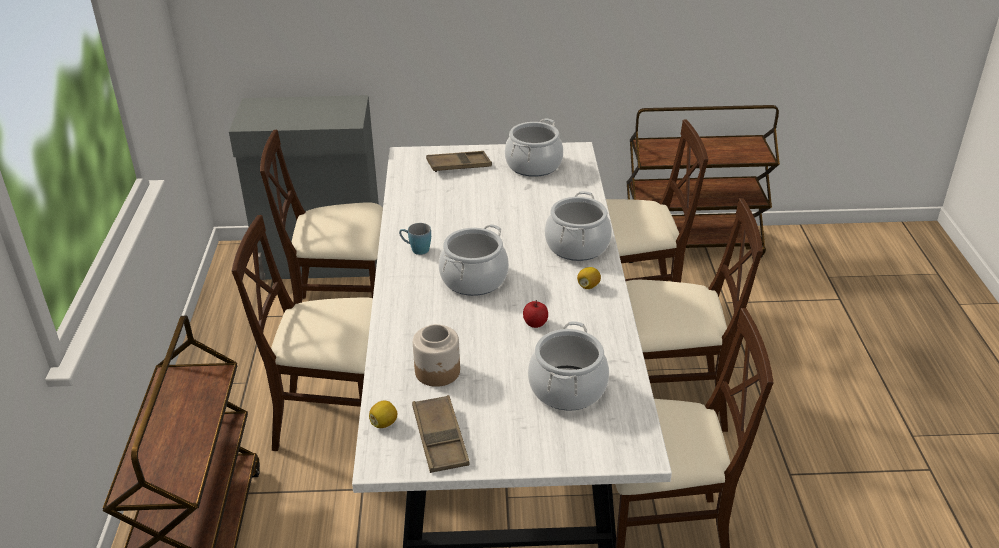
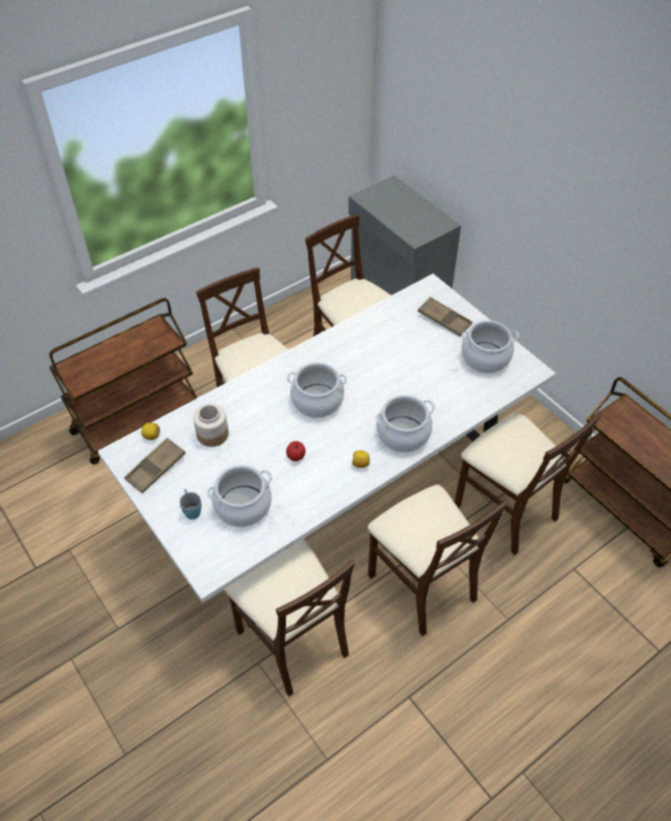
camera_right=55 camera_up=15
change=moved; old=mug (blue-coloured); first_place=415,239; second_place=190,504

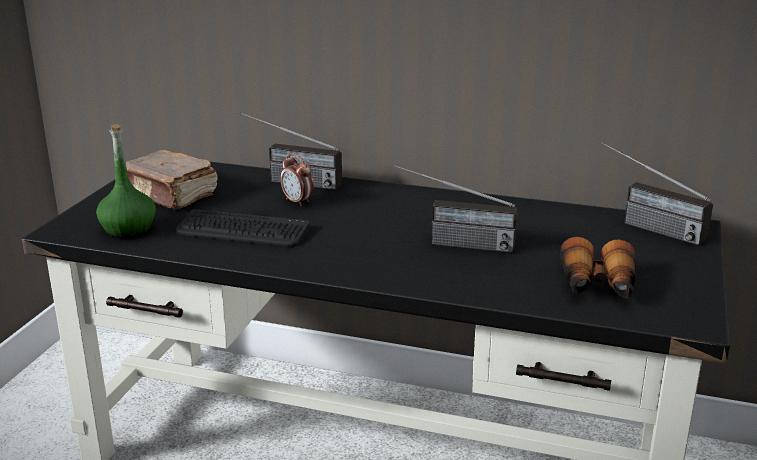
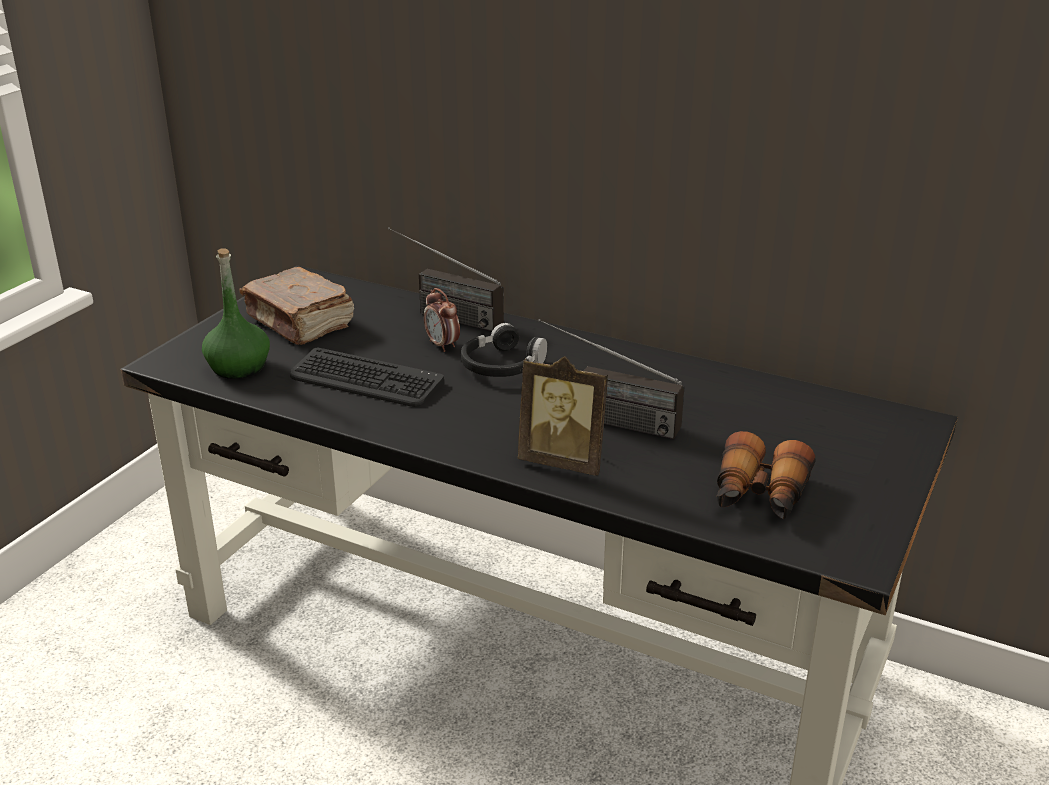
camera_right=10 camera_up=5
change=added; new=pair of headphones (black-coloured); second_place=504,350
change=added; new=standing frame; second_place=563,416
change=removed; old=radio receiver; first_place=657,194

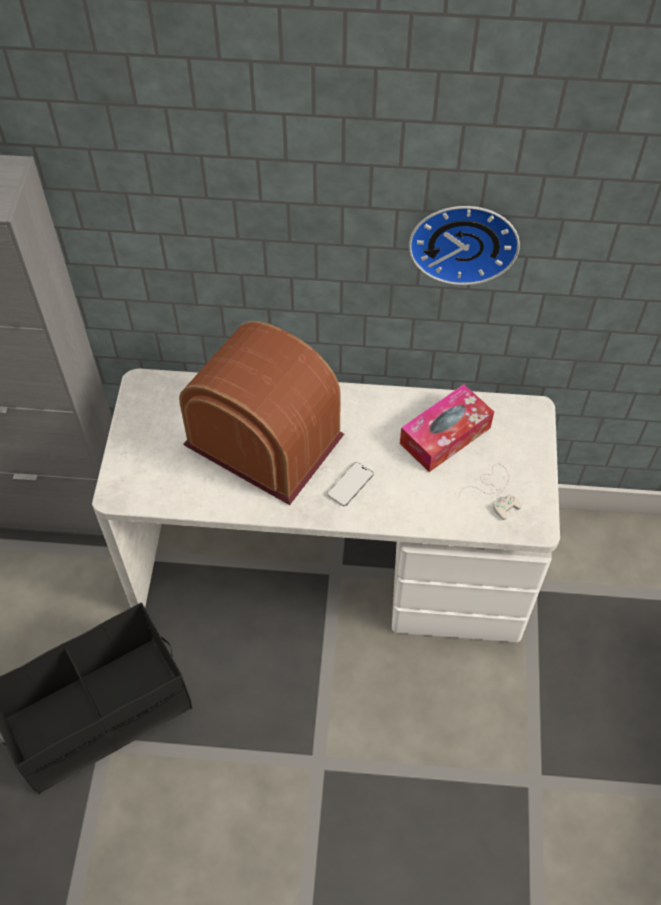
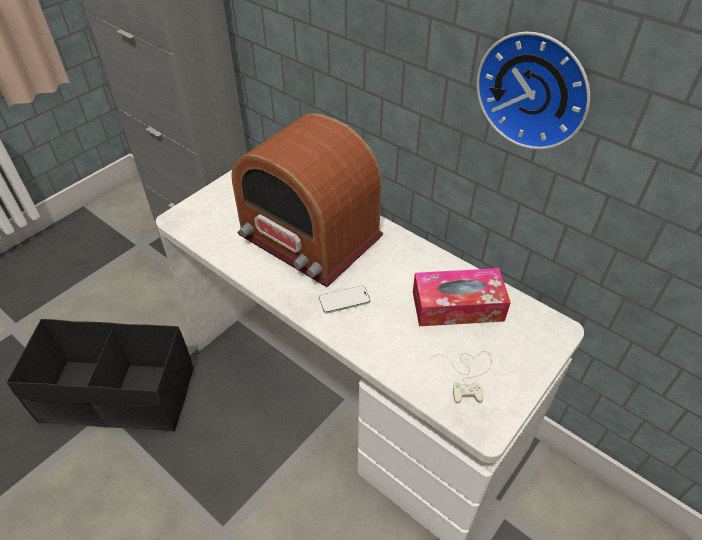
camera_right=35 camera_up=-10
change=turned; old=radio receiver; first_place=261,413; second_place=307,200; degrees=150

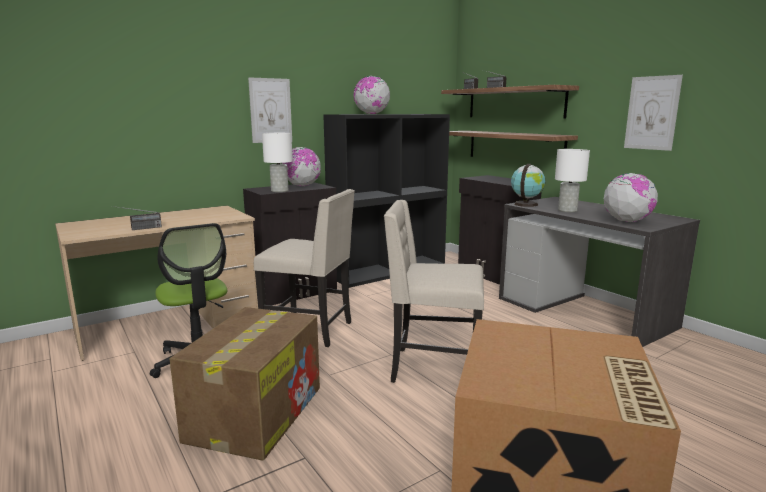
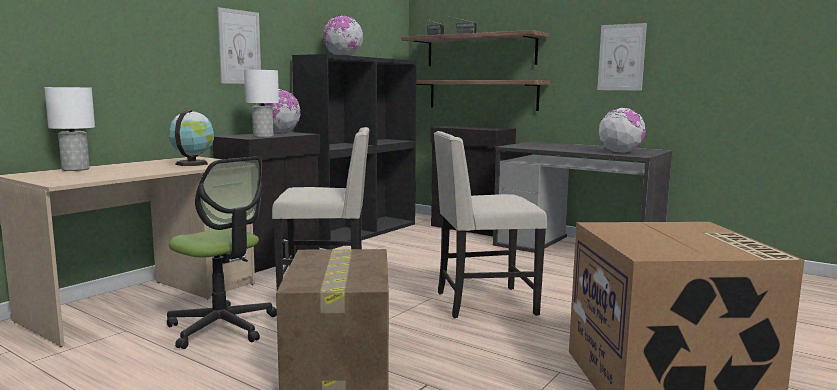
camera_right=-20 camera_up=-5
change=moved; old=lamp for a table (white); first_place=572,180; second_place=69,129
change=moved; old=world globe; first_place=528,185; second_place=191,138
change=removed; old=radio receiver; first_place=136,218

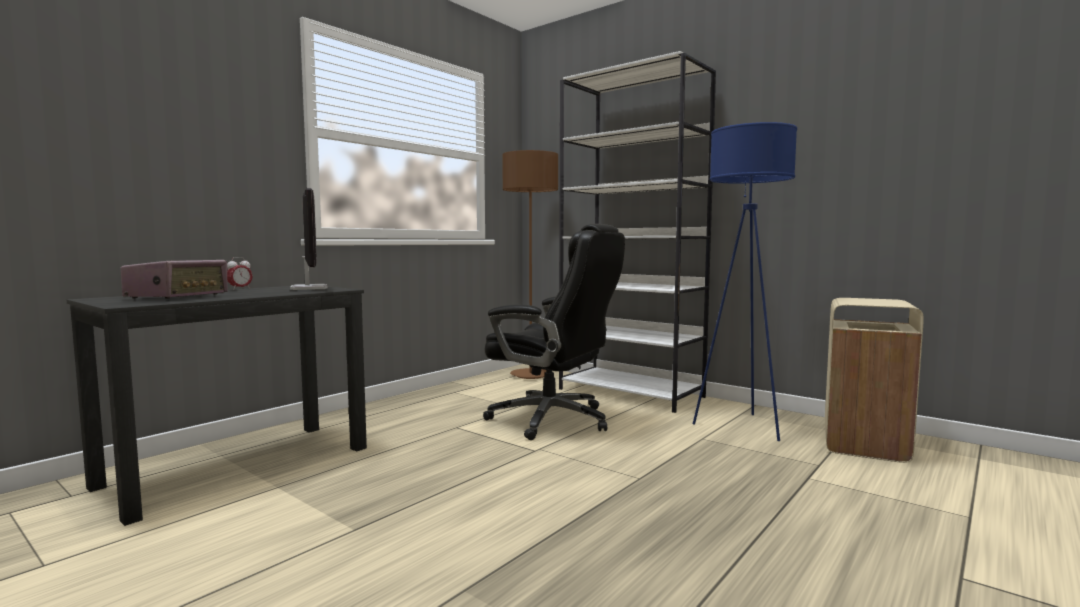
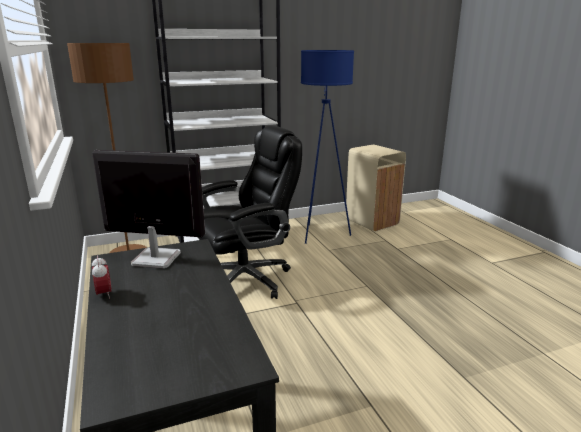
camera_right=-60 camera_up=15
change=removed; old=radio receiver; first_place=174,279

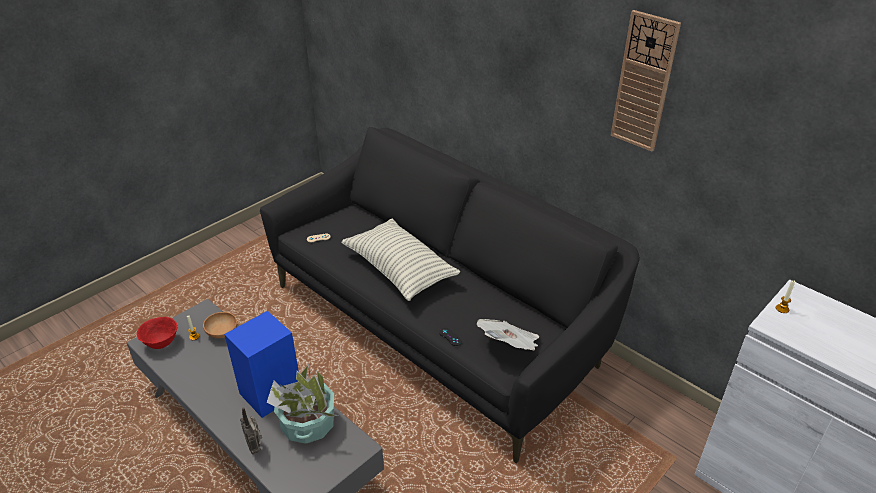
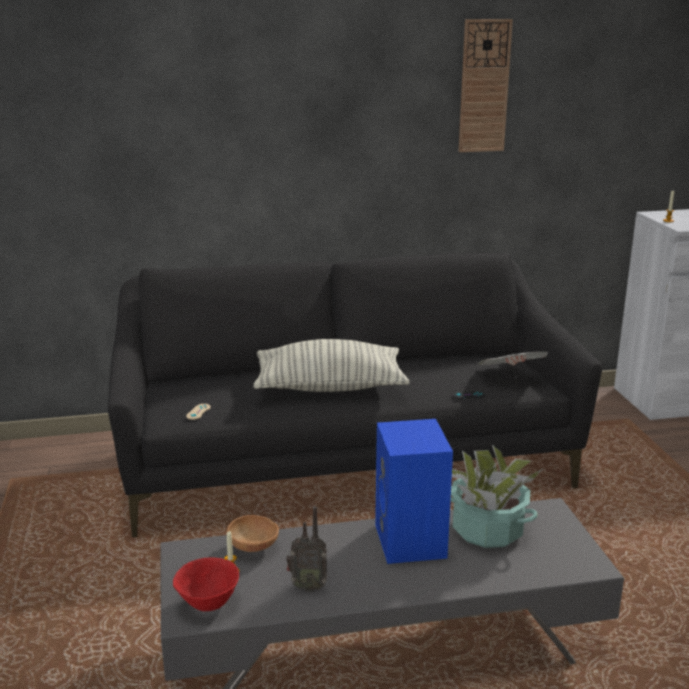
camera_right=-55 camera_up=-15
change=moved; old=radio receiver; first_place=251,431; second_place=306,549

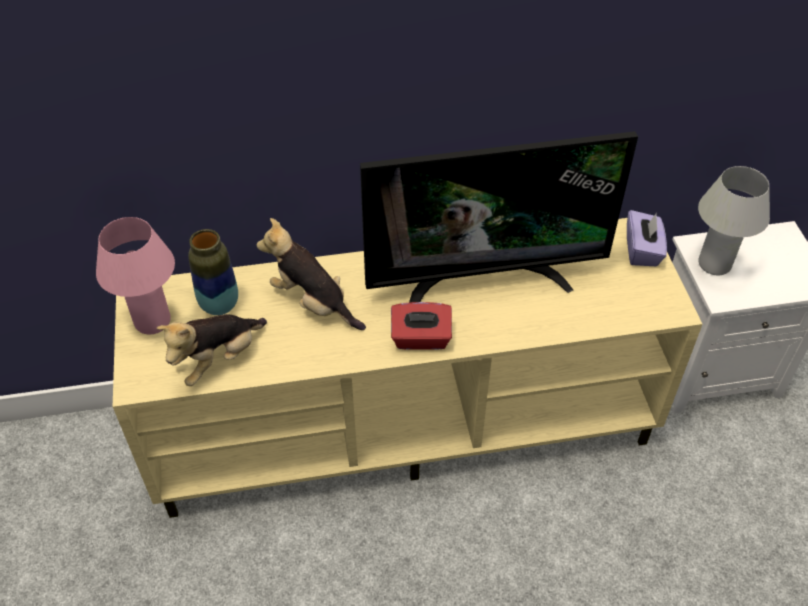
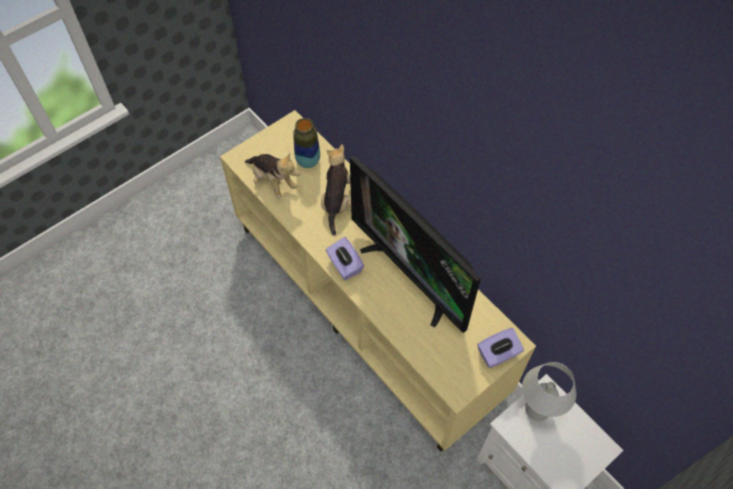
camera_right=60 camera_up=10
change=turned; old=cuddly toy; first_place=211,350; second_place=272,175; degrees=-150
change=recoloured; old=tissue box (red-coloured); new=tissue box (purple); first_place=421,326; second_place=345,258
change=removed; old=lamp for a table (pink); first_place=135,275

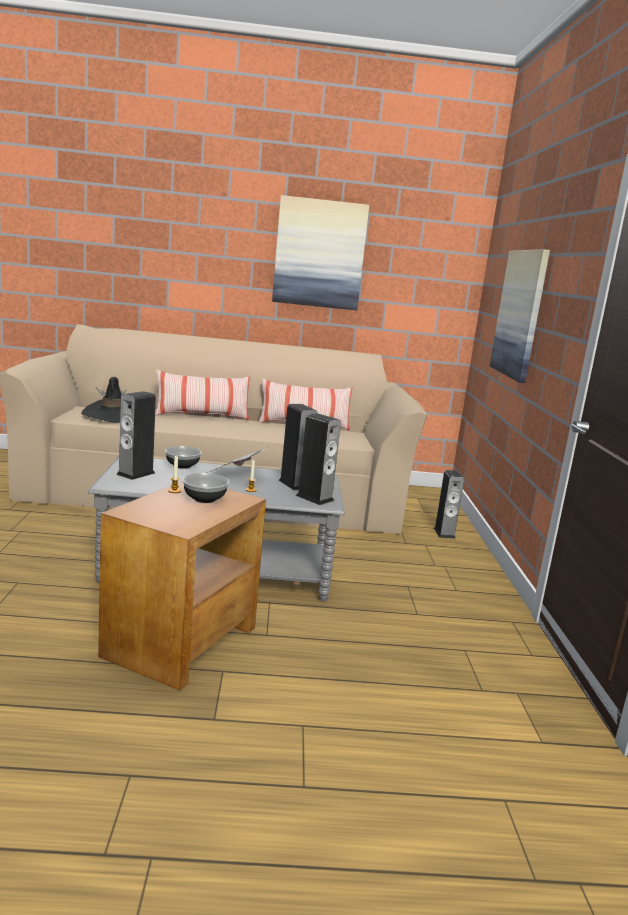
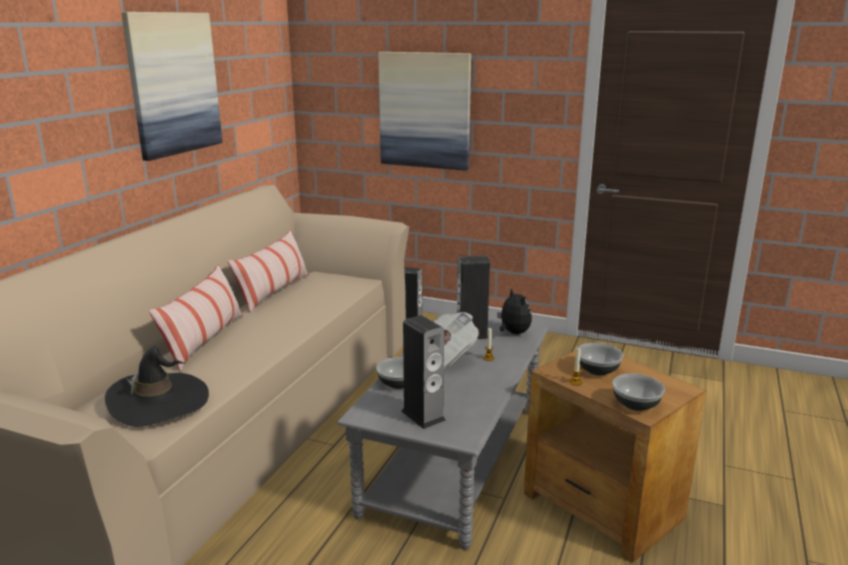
camera_right=-65 camera_up=5
change=replaced; old=loudspeaker; new=cuddly toy; first_place=318,459; second_place=514,311
change=added; new=serving bowl; second_place=638,392

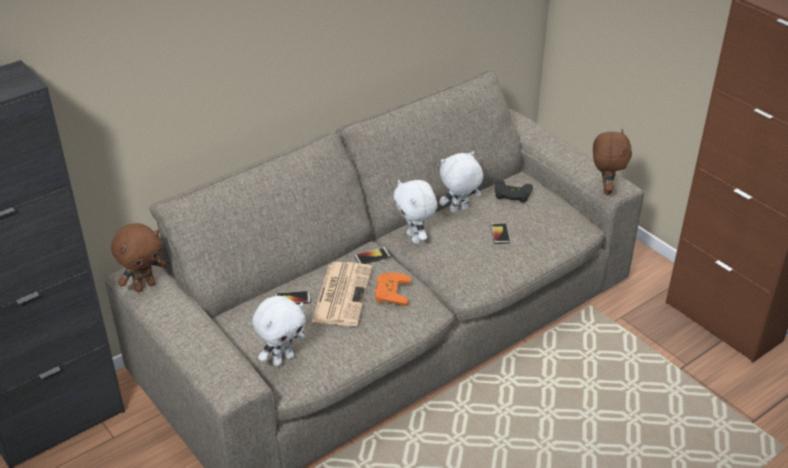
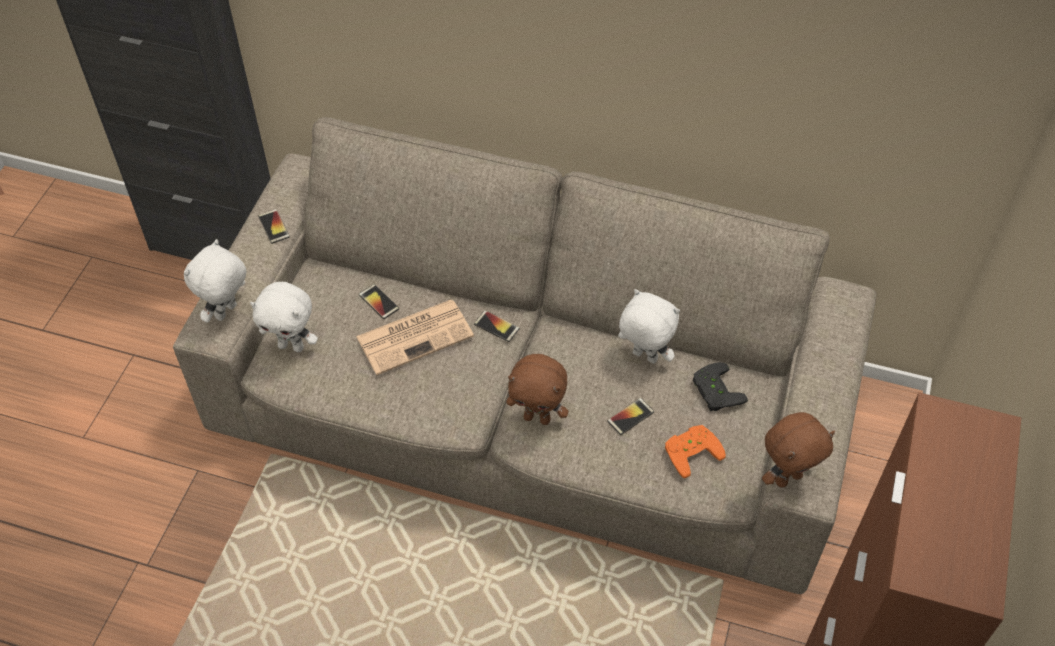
camera_right=55 camera_up=15
change=moved; old=cuddly toy (white); first_place=415,212; second_place=215,281
change=added; new=telephone; second_place=274,226
change=moved; old=cuddly toy (brownish); first_place=138,257; second_place=537,389
change=moved; old=joypad (orange); first_place=393,289; second_place=695,451

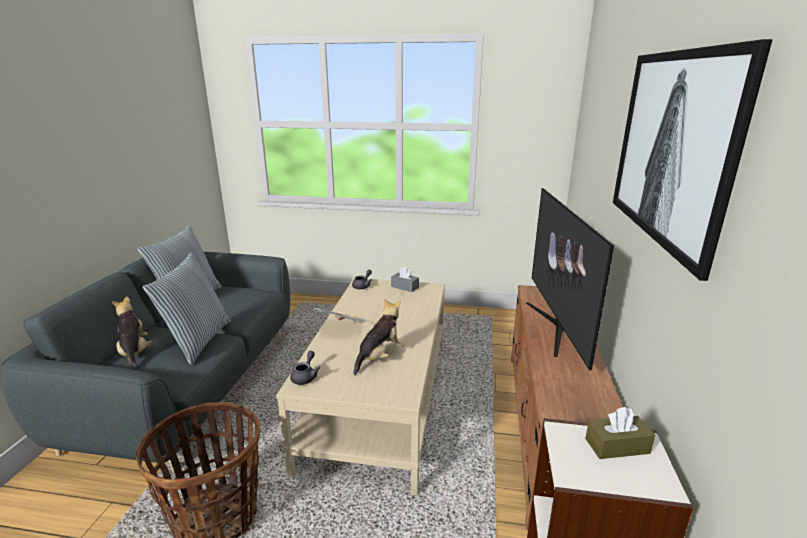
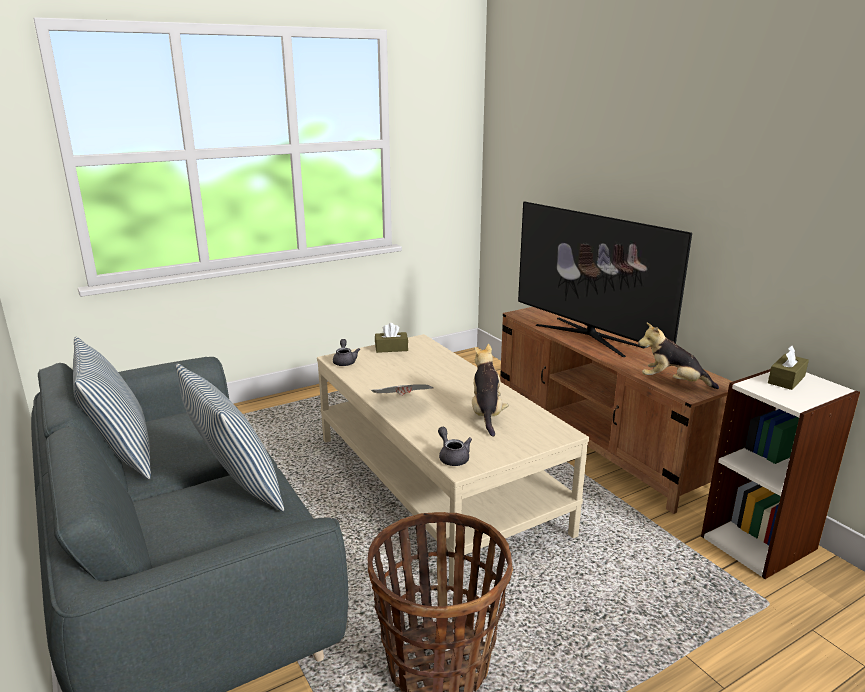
camera_right=-40 camera_up=0
change=recoloured; old=tissue box (greyish); new=tissue box (brownish); first_place=405,279; second_place=391,338
change=moved; old=cuddly toy; first_place=132,333; second_place=678,355
change=removed; old=wall picture; first_place=693,160

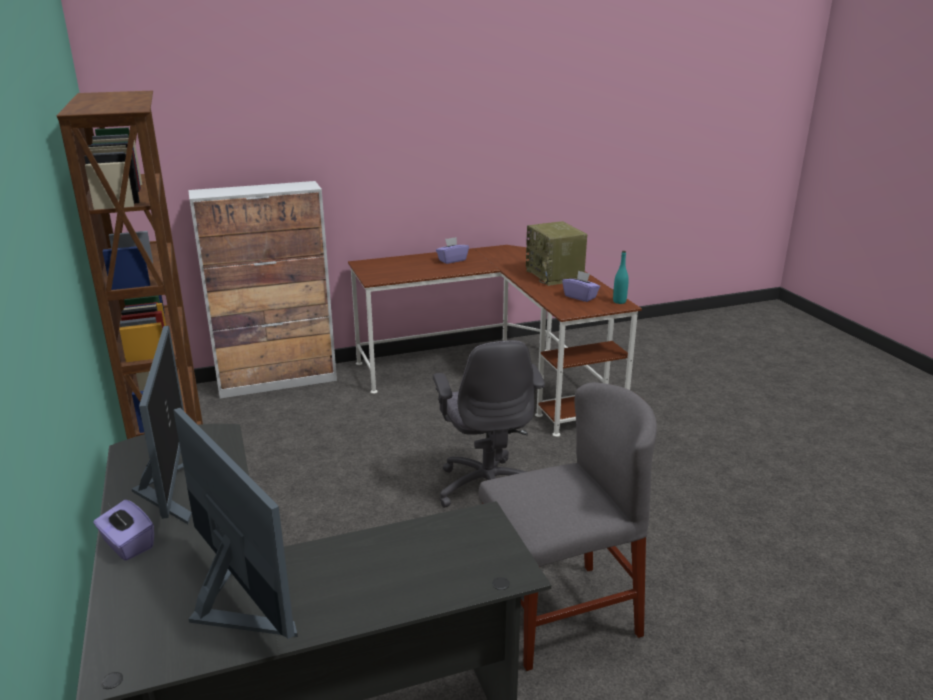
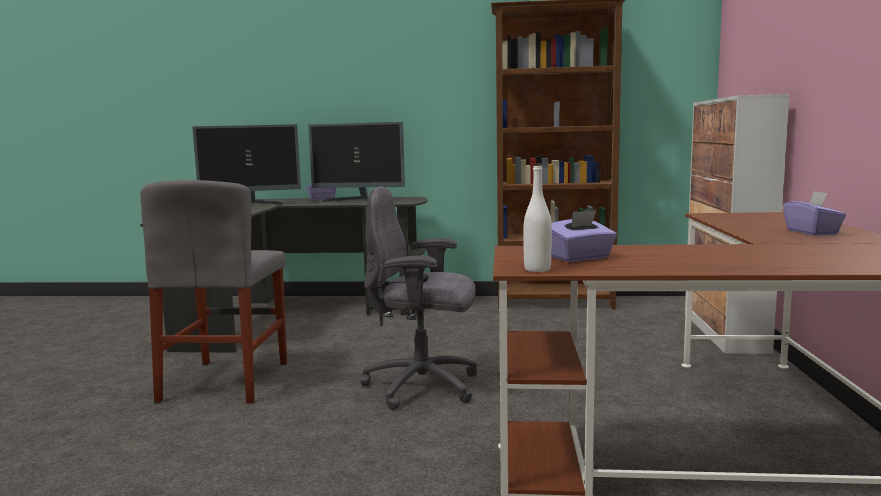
camera_right=115 camera_up=-15
change=recoloured; old=drink bottle (turquoise); new=drink bottle (white); first_place=621,277; second_place=537,218
change=removed; old=radio receiver; first_place=556,253

